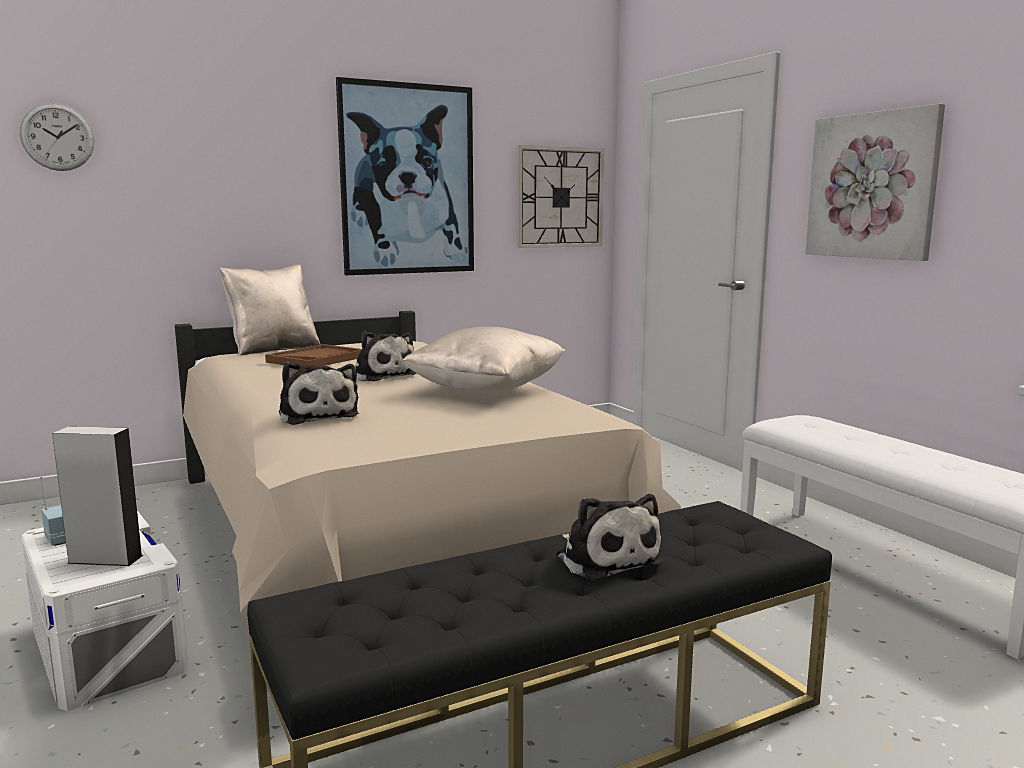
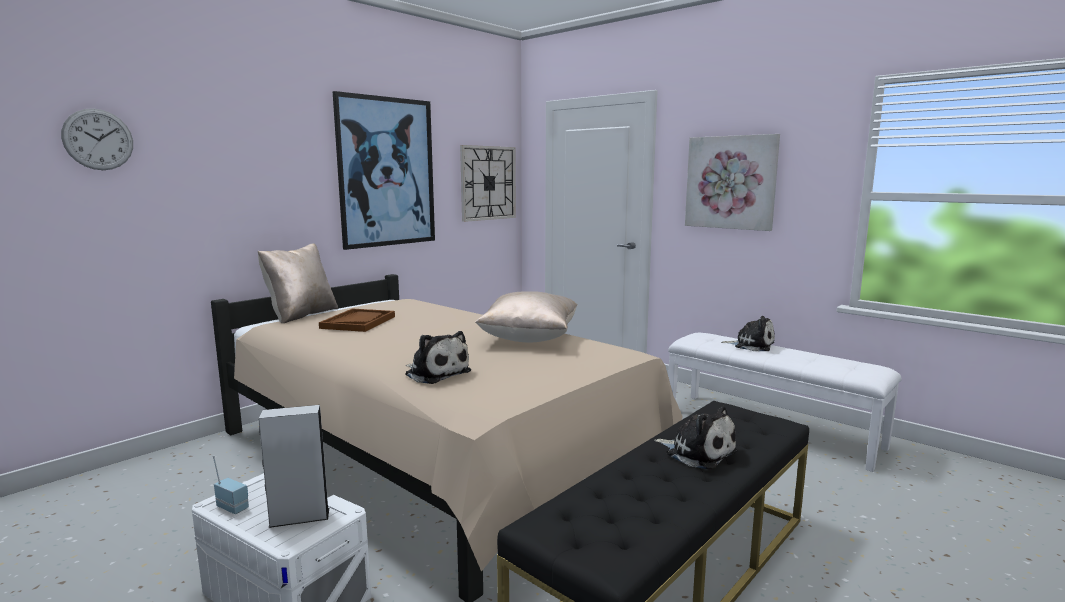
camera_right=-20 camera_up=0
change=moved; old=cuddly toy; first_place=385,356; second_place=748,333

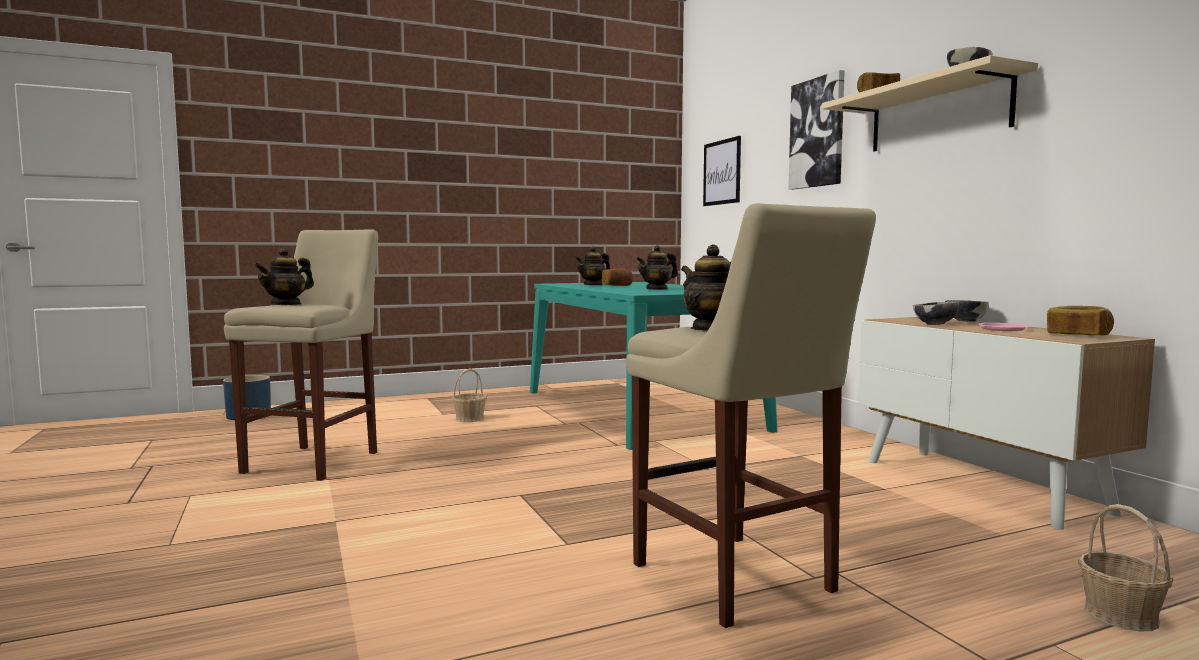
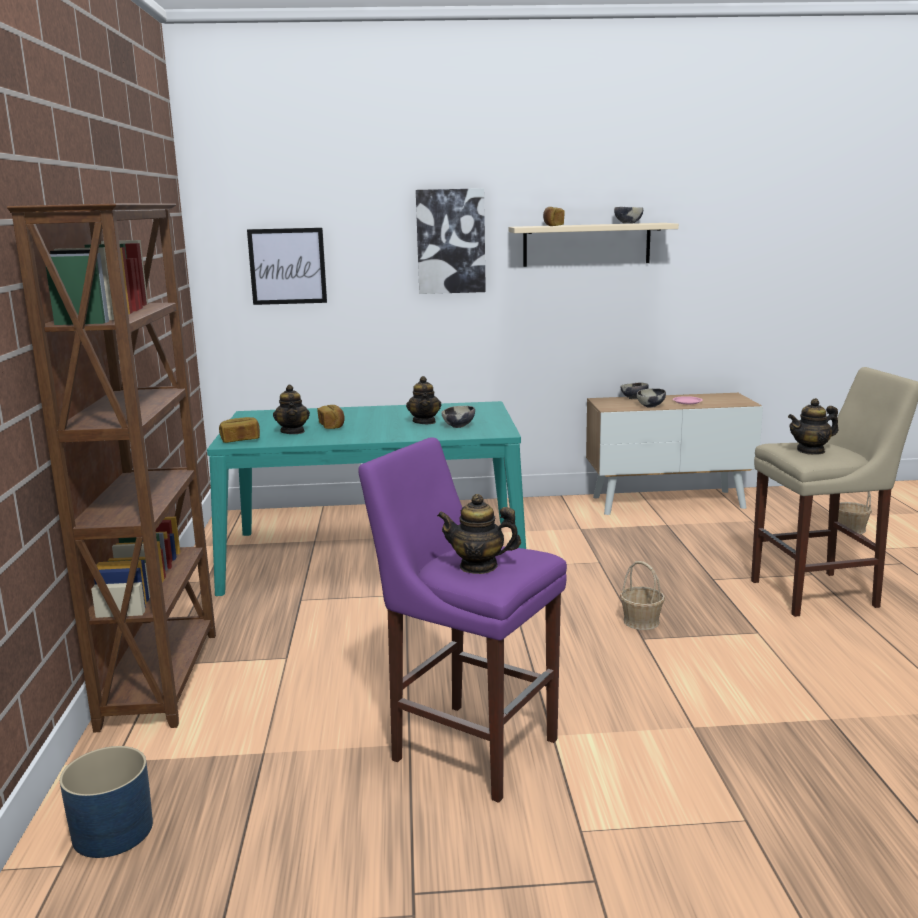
camera_right=-70 camera_up=10
change=added; new=shelving unit (brownish); second_place=111,468
change=moved; old=baked bread; first_place=1080,320; second_place=239,430
change=recoloured; old=stool seat (beige); new=stool seat (purple); first_place=301,355; second_place=462,620
change=turned; old=pot for tea; first_place=284,276; second_place=479,534; degrees=135
change=added; new=serving bowl; second_place=458,417
change=moved; old=basket; first_place=469,395; second_place=642,595

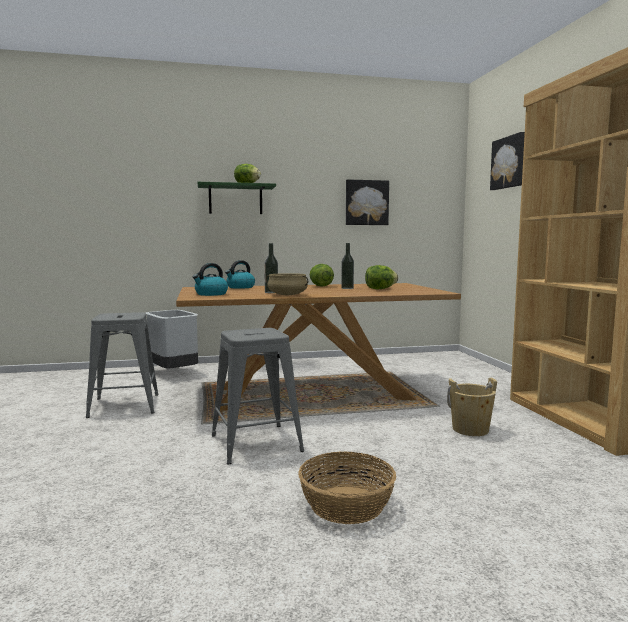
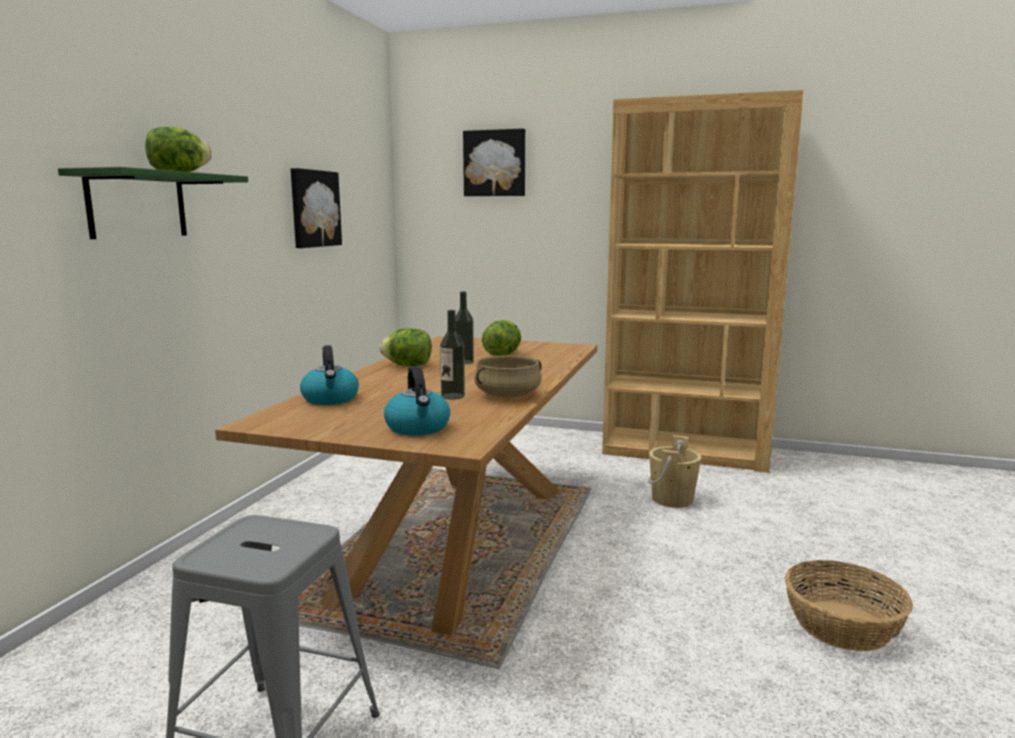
camera_right=-60 camera_up=5
change=removed; old=waste bin (greyish); first_place=172,339
change=removed; old=stool seat (greyish); first_place=258,396

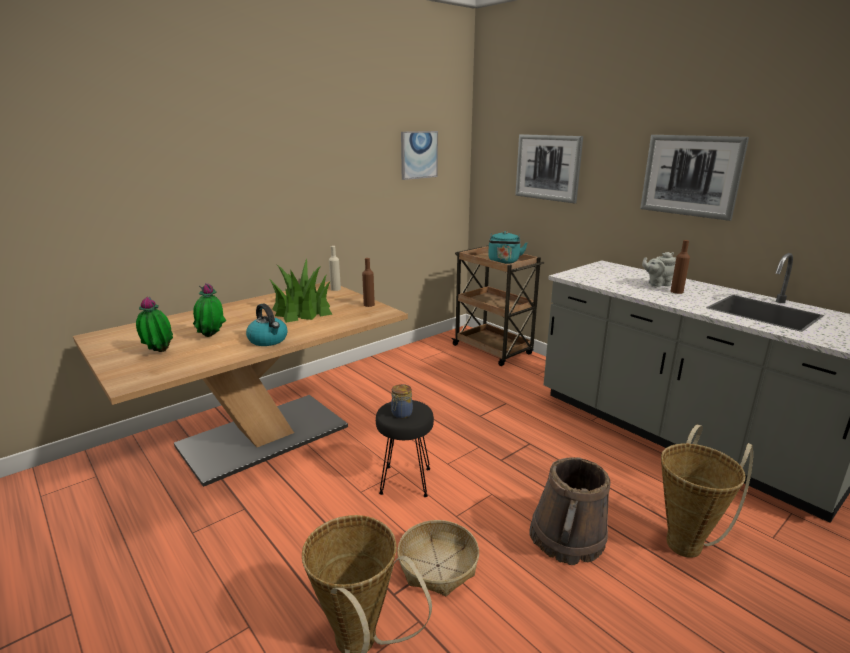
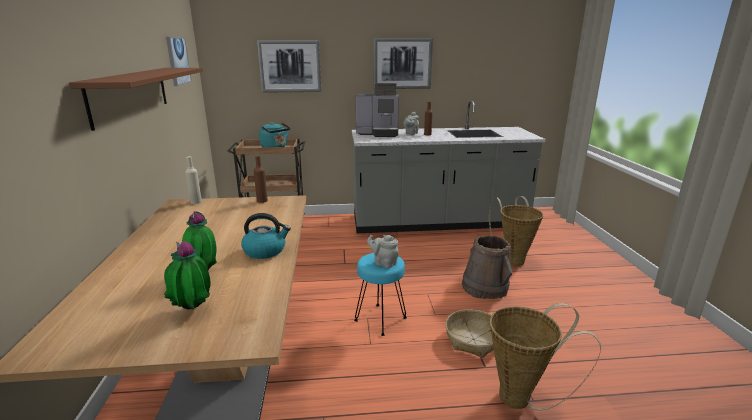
camera_right=-55 camera_up=0
change=added; new=wall shelf (brownish); second_place=136,99
change=recoloured; old=stool seat (black-coloured); new=stool seat (turquoise); first_place=405,448; second_place=380,294
change=added; new=coffee maker; second_place=377,110
change=replaced; old=storage jar; new=pot for tea (greyish); first_place=402,401; second_place=383,251
change=removed; old=houseplant; first_place=300,290

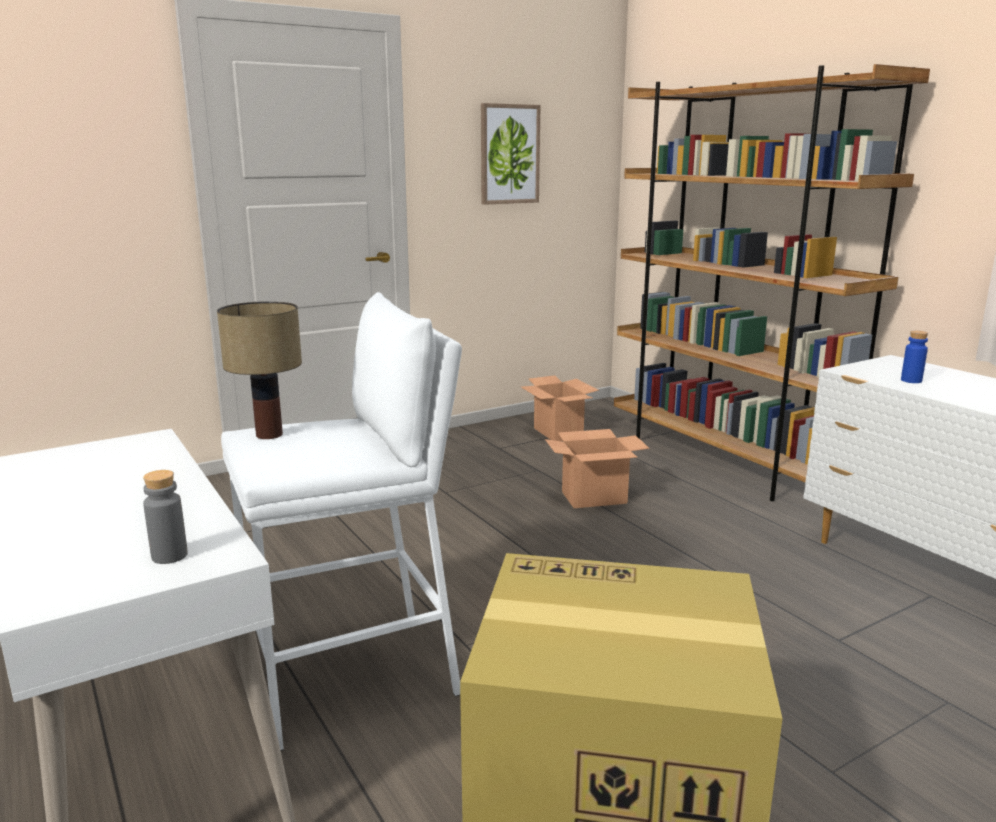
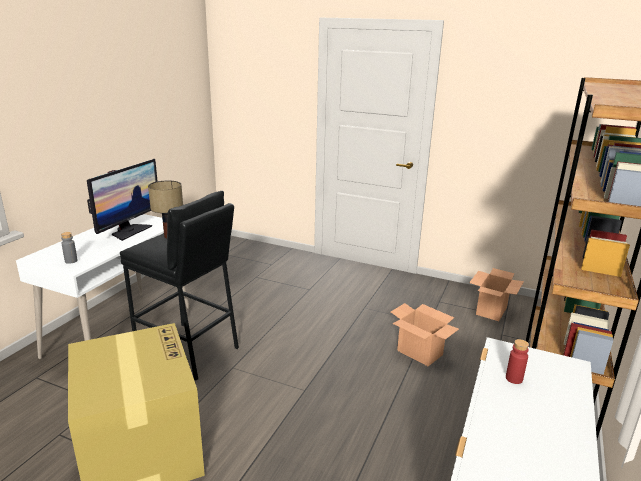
camera_right=55 camera_up=5
change=added; new=monitor; second_place=122,200
change=recoloured; old=stool seat (white); new=stool seat (black-coloured); first_place=341,521; second_place=179,286
change=recoloured; old=drink bottle (blue-coloured); new=drink bottle (red-coloured); first_place=914,356; second_place=517,361
change=removed; old=wall picture; first_place=511,154

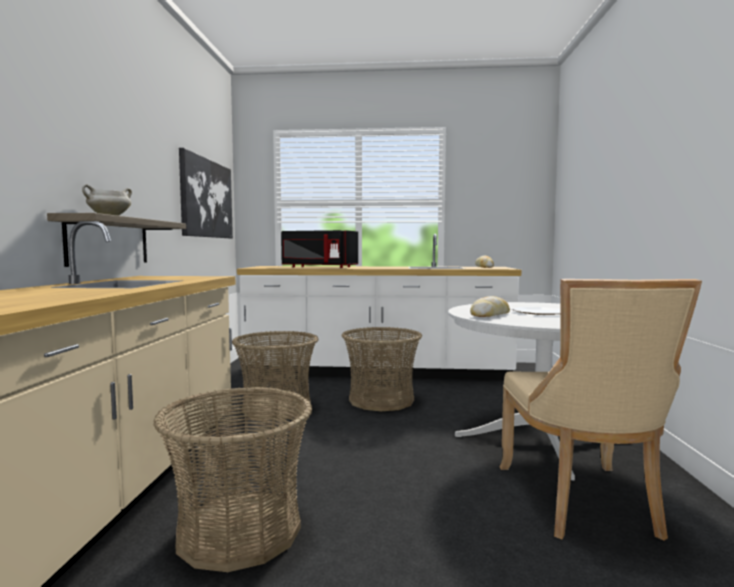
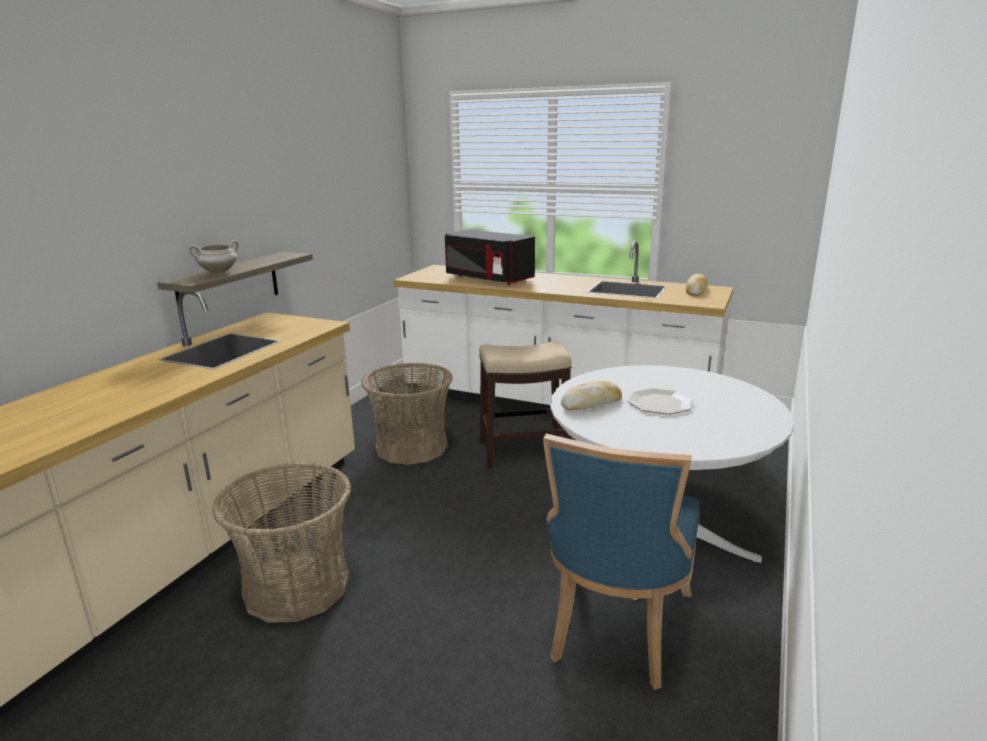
camera_right=20 camera_up=15
change=replaced; old=basket; new=stool seat; first_place=382,369; second_place=525,404
change=recoloured; old=plain chair (beige); new=plain chair (blue-coloured); first_place=601,410; second_place=621,562
change=removed; old=wall picture; first_place=206,193

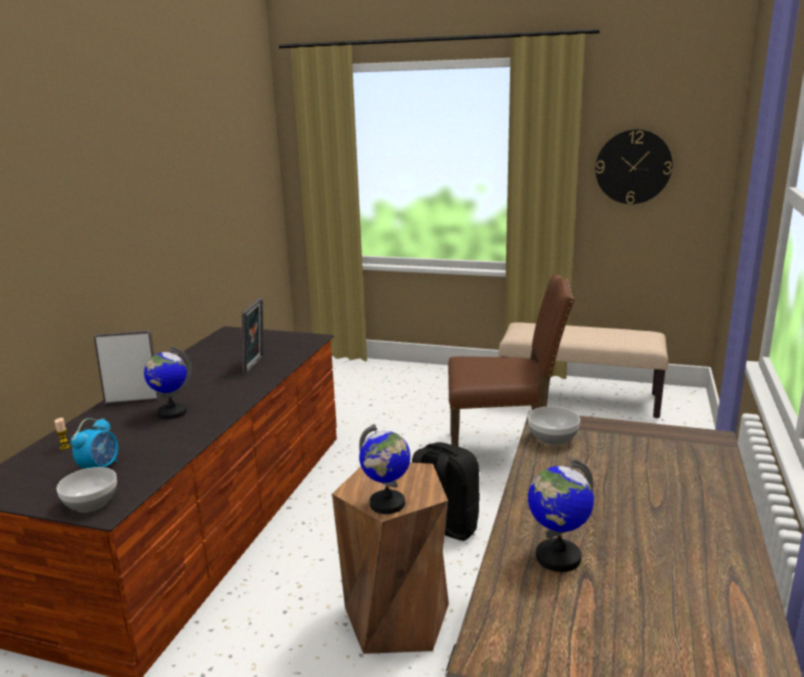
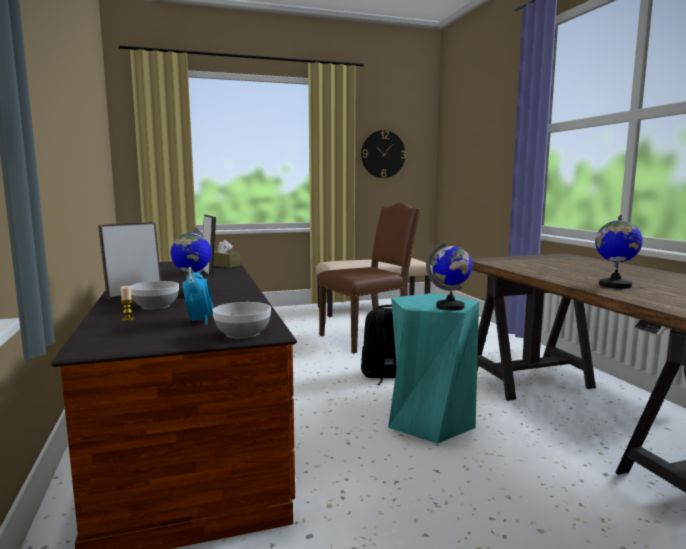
camera_right=-35 camera_up=-10
change=moved; old=serving bowl; first_place=554,425; second_place=155,295
change=added; new=tissue box (brownish); second_place=227,254
change=recoloured; old=stool seat (brownish); new=stool seat (turquoise); first_place=390,558; second_place=433,368

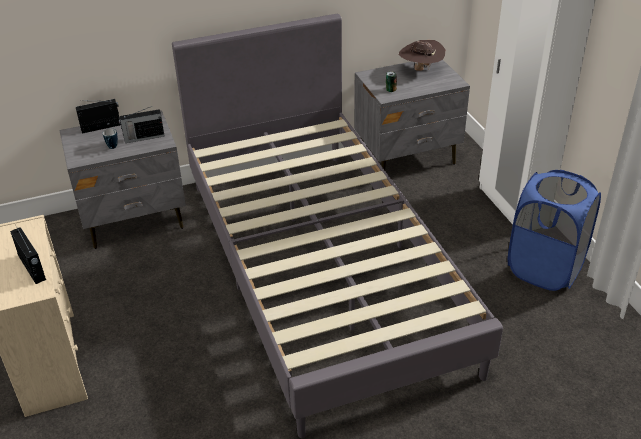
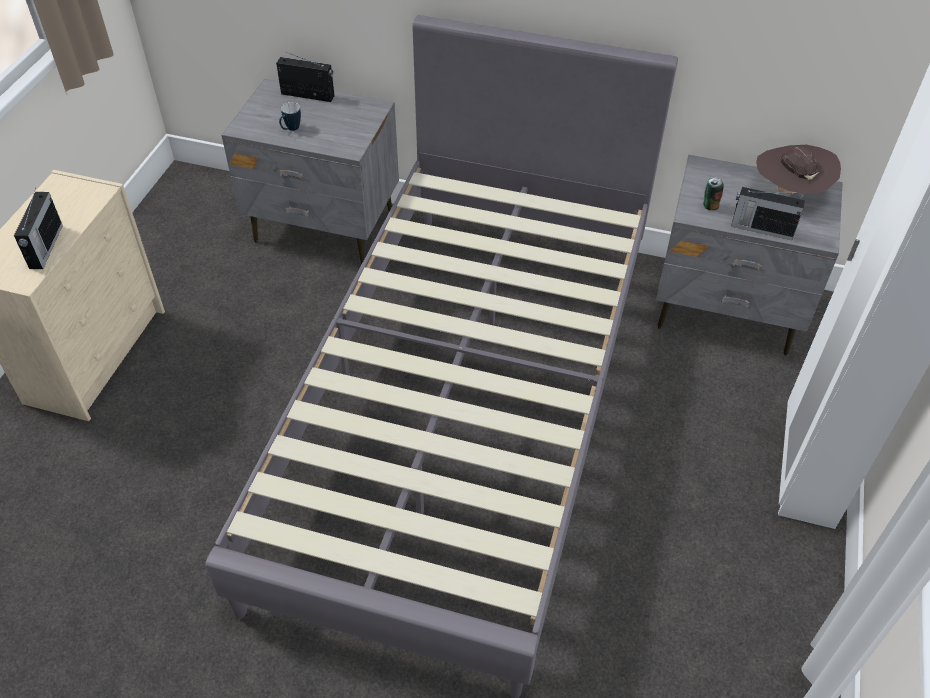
camera_right=35 camera_up=10
change=moved; old=radio receiver; first_place=142,124; second_place=768,213
change=removed; old=washing basket (blue-coloured); first_place=554,230

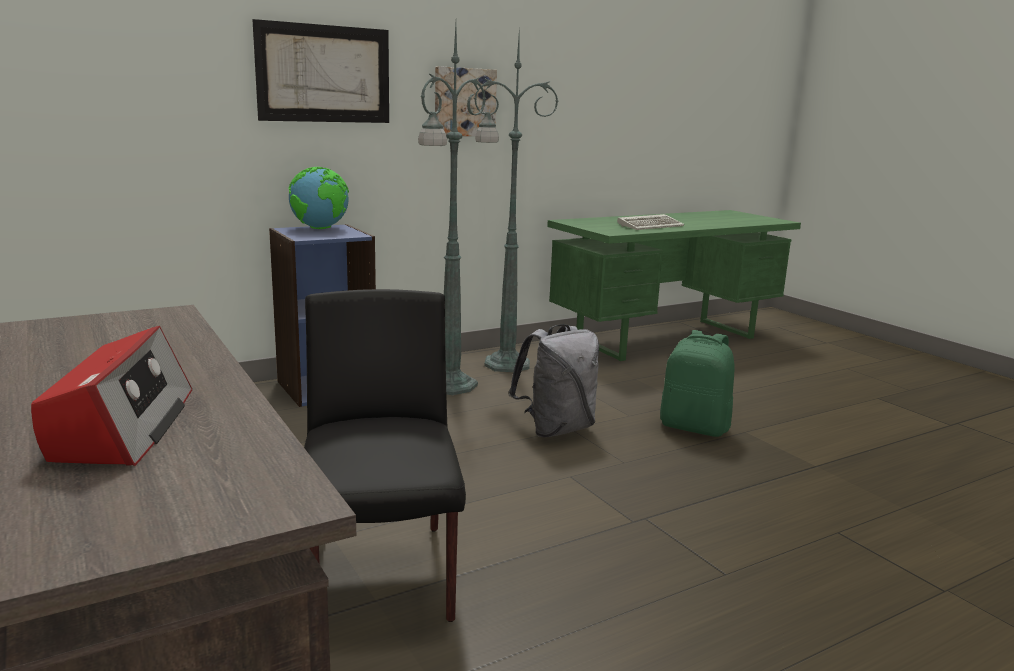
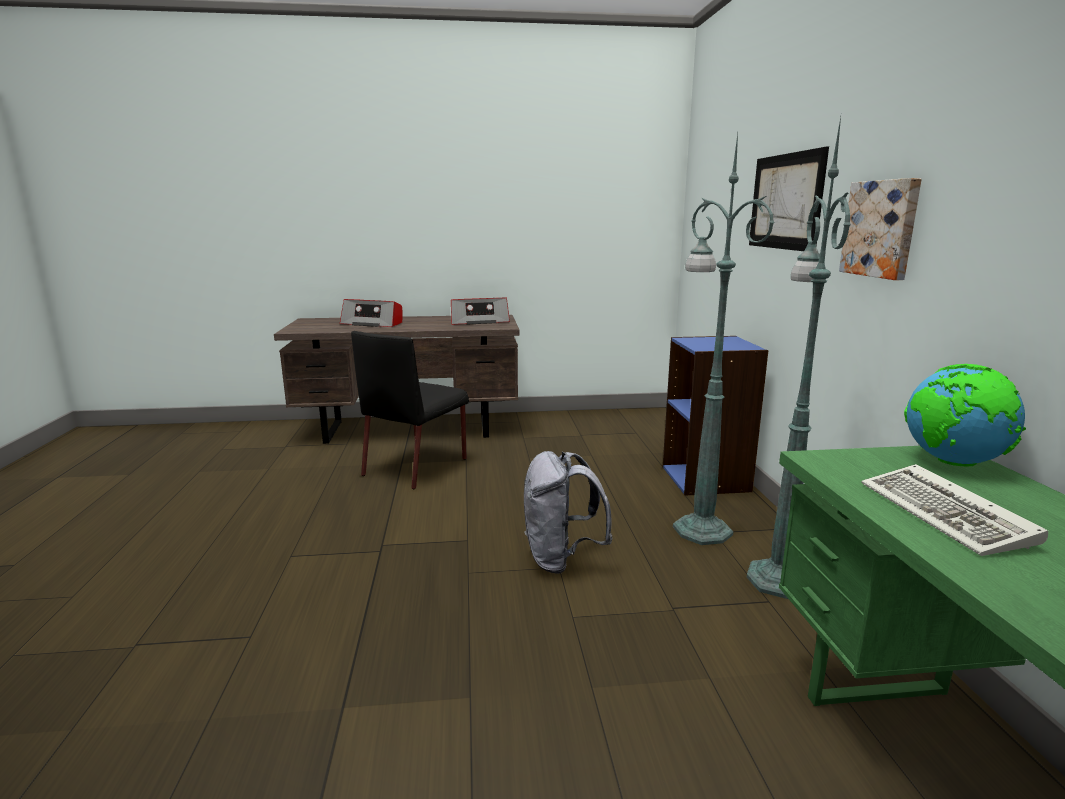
camera_right=115 camera_up=0
change=turned; old=plain chair (black-coloured); first_place=385,455; second_place=410,410; degrees=105
change=added; new=radio receiver; second_place=480,311
change=moved; old=world globe; first_place=319,198; second_place=965,415
change=removed; old=rucksack (green-coloured); first_place=697,383

